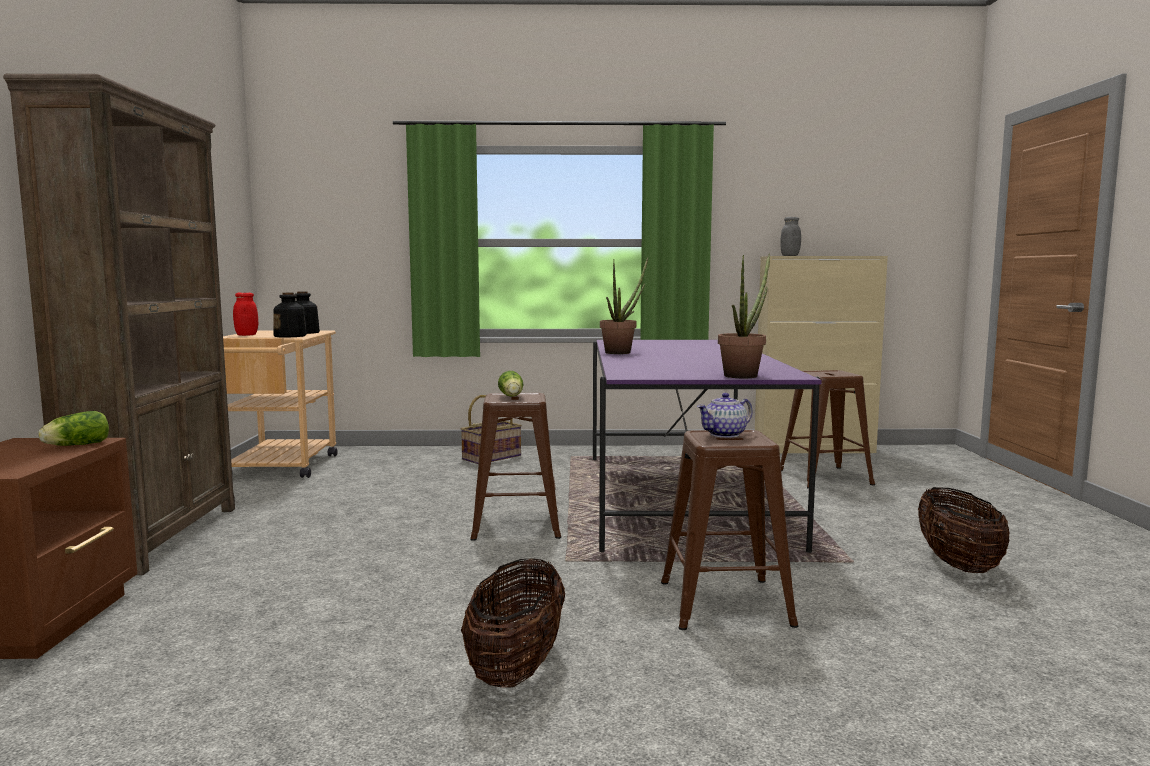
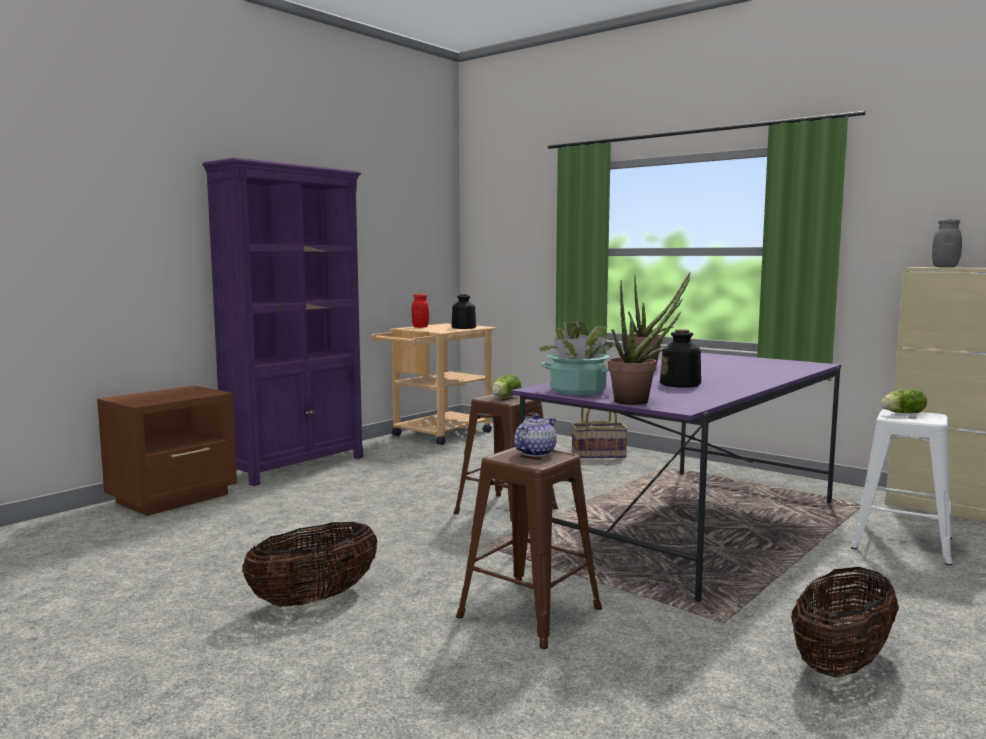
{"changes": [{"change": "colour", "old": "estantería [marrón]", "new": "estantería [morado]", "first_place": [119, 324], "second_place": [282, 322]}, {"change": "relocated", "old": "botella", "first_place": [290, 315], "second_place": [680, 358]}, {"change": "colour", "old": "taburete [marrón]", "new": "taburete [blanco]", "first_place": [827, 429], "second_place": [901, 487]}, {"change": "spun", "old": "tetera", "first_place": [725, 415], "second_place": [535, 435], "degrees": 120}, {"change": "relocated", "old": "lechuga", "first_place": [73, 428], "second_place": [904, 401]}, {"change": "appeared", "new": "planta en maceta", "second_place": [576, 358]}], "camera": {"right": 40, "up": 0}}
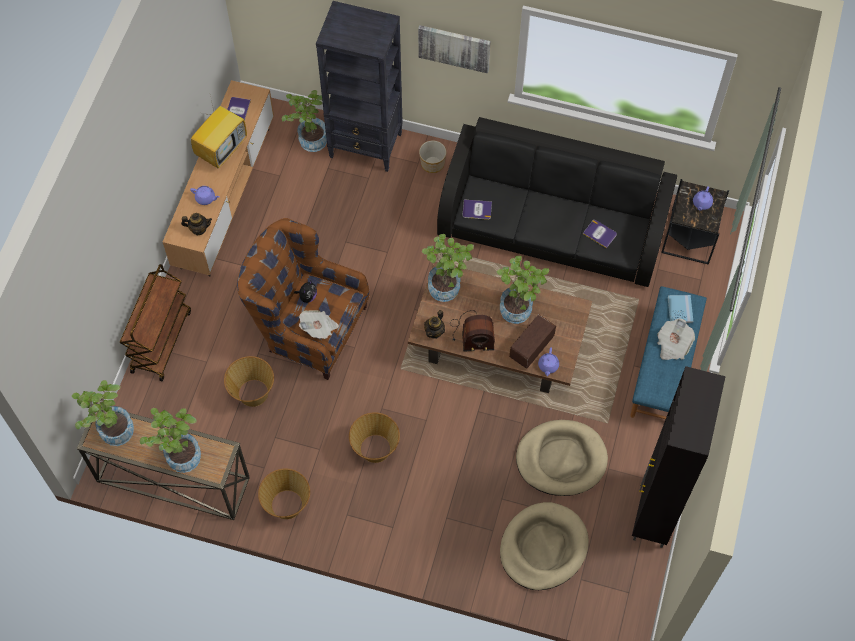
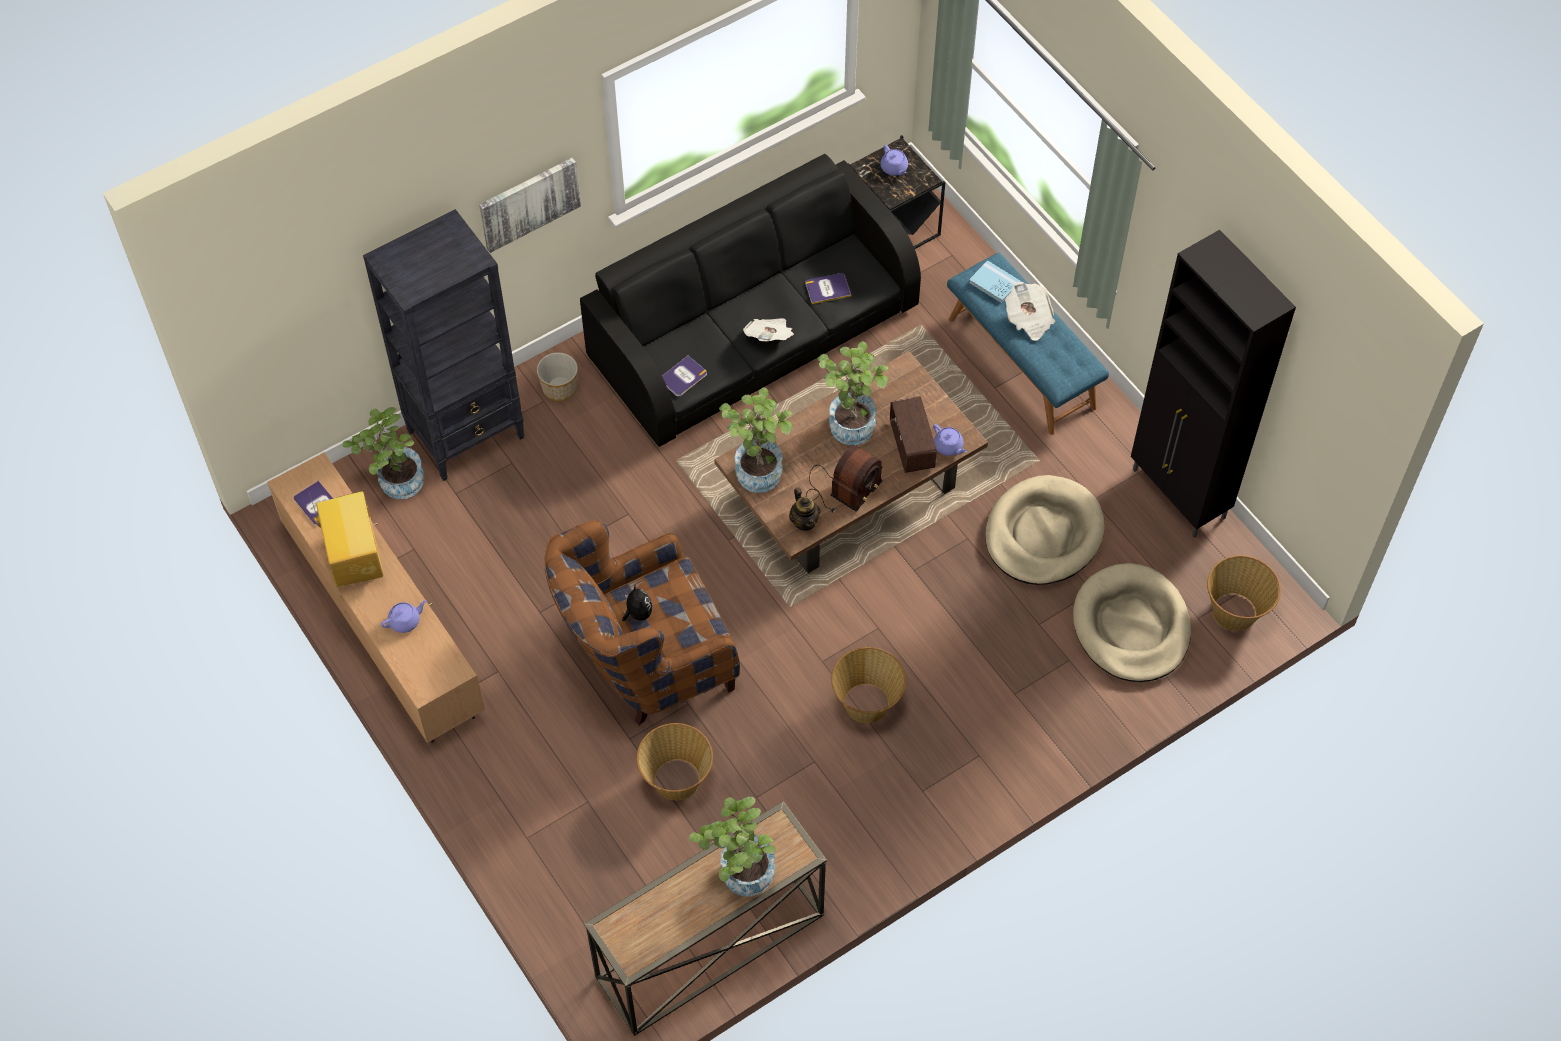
{"changes": [{"change": "missing", "old": "tetera", "first_place": [196, 224]}, {"change": "missing", "old": "carrito [marrón]", "first_place": [155, 322]}, {"change": "relocated", "old": "periódico", "first_place": [319, 324], "second_place": [768, 329]}, {"change": "missing", "old": "planta en maceta", "first_place": [103, 413]}, {"change": "relocated", "old": "cesta", "first_place": [284, 494], "second_place": [1244, 593]}], "camera": {"right": -50, "up": -5}}
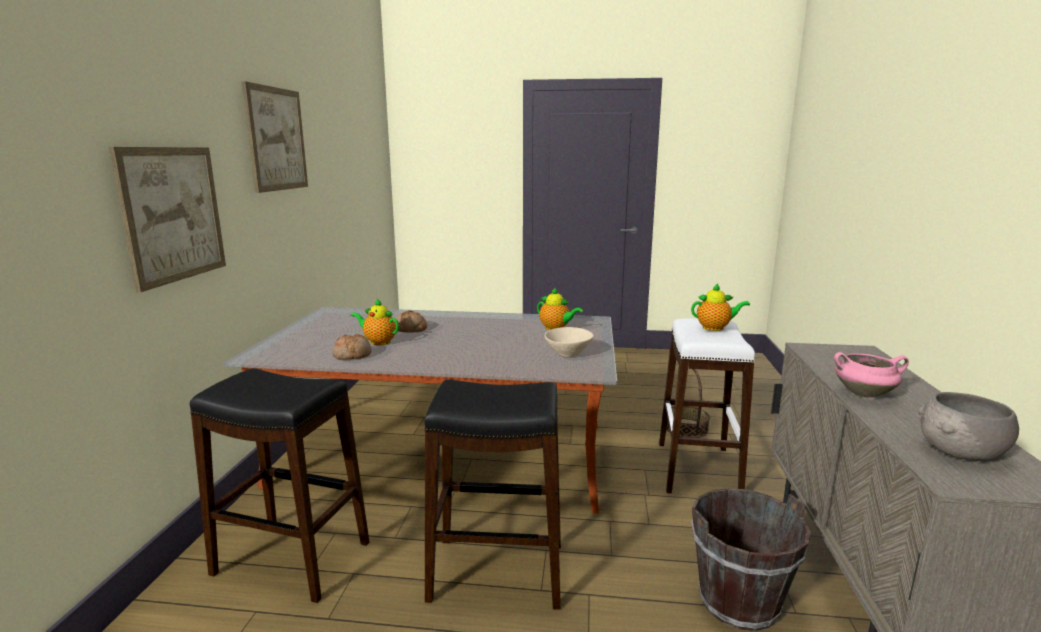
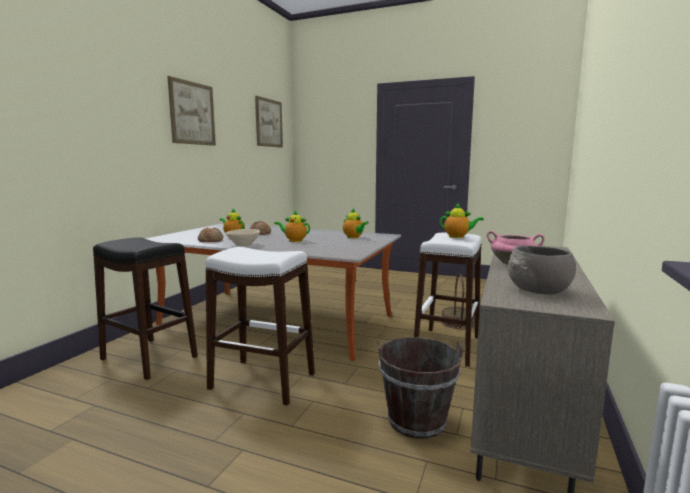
{"changes": [{"change": "relocated", "old": "cuadro", "first_place": [167, 219], "second_place": [269, 122]}, {"change": "relocated", "old": "cuenco [beis]", "first_place": [569, 342], "second_place": [243, 237]}, {"change": "colour", "old": "taburete [negro]", "new": "taburete [blanco]", "first_place": [493, 494], "second_place": [260, 326]}, {"change": "appeared", "new": "tetera", "second_place": [292, 226]}], "camera": {"right": 15, "up": -5}}
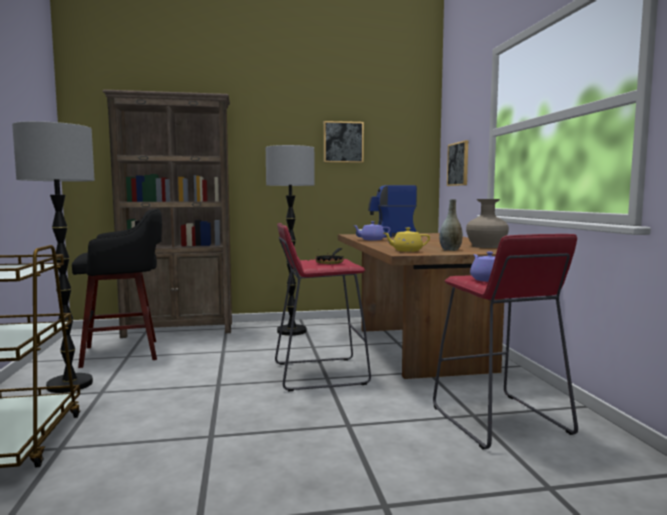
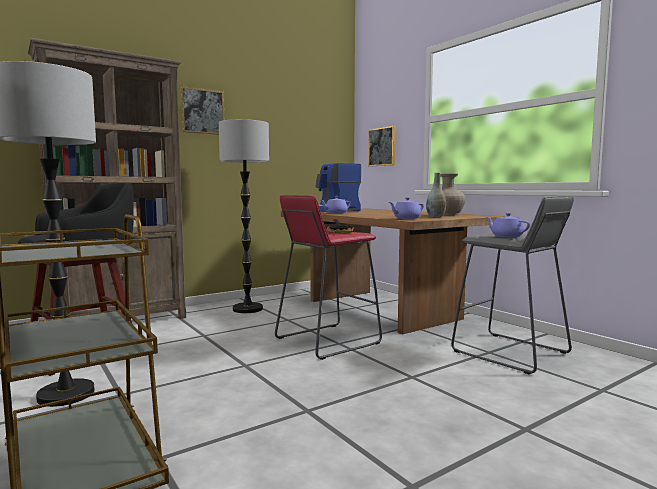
{"changes": [{"change": "relocated", "old": "cuadro", "first_place": [344, 142], "second_place": [202, 110]}, {"change": "colour", "old": "tetera [amarillo]", "new": "tetera [morado]", "first_place": [407, 239], "second_place": [406, 208]}, {"change": "colour", "old": "taburete [rojo]", "new": "taburete [gris]", "first_place": [505, 342], "second_place": [512, 285]}], "camera": {"right": -25, "up": 0}}
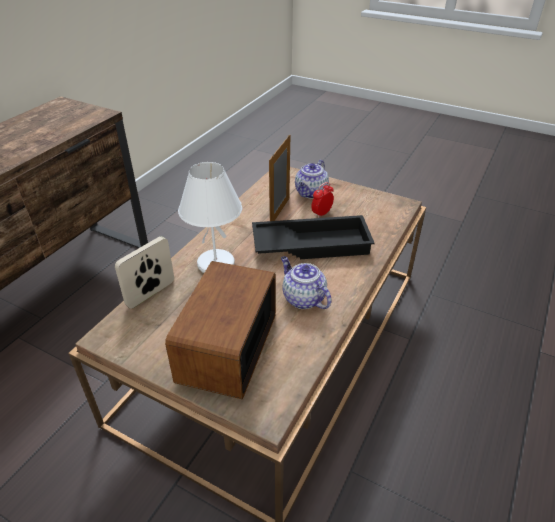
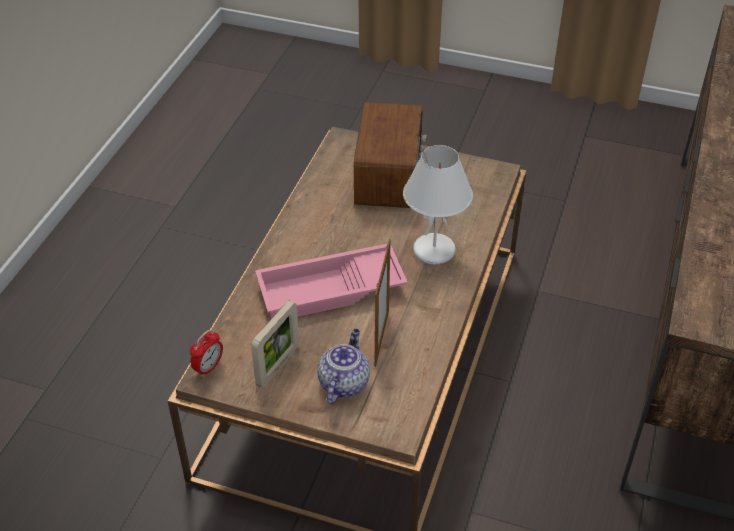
{"changes": [{"change": "relocated", "old": "despertador", "first_place": [322, 200], "second_place": [206, 354]}, {"change": "colour", "old": "bandeja [negro]", "new": "bandeja [rosa]", "first_place": [313, 237], "second_place": [331, 281]}, {"change": "relocated", "old": "portarretratos", "first_place": [144, 272], "second_place": [275, 344]}, {"change": "missing", "old": "tetera", "first_place": [306, 282]}], "camera": {"right": 170, "up": 5}}
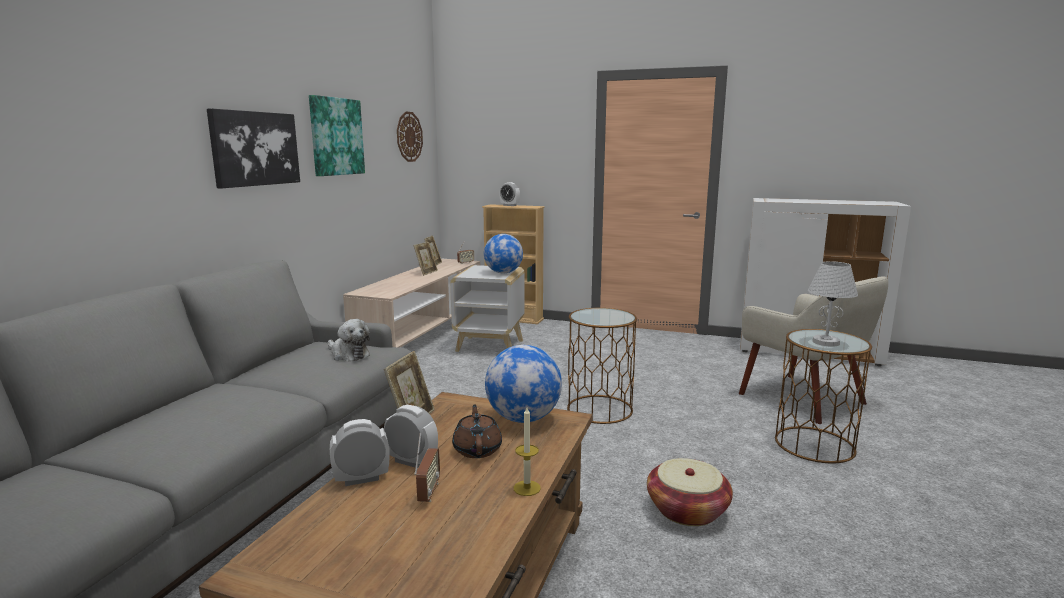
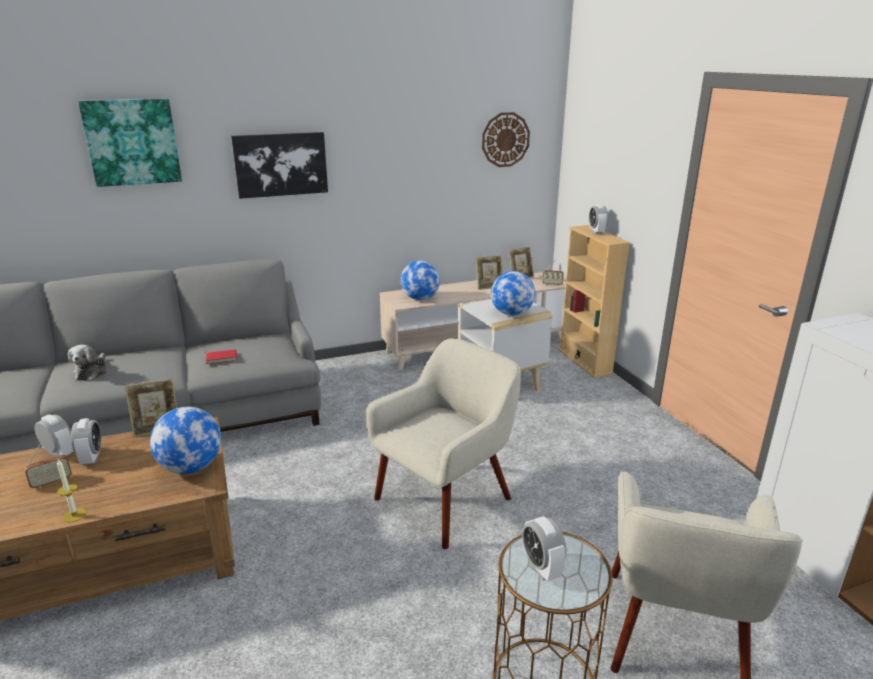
{"changes": [{"change": "relocated", "old": "cuadro", "first_place": [337, 135], "second_place": [130, 143]}, {"change": "exchanged", "old": "lámpara de mesa [blanco]", "new": "despertador", "first_place": [833, 303], "second_place": [544, 548]}, {"change": "exchanged", "old": "mesa auxiliar [marrón]", "new": "sillón [beis]", "first_place": [602, 366], "second_place": [443, 443]}, {"change": "relocated", "old": "peluche", "first_place": [349, 340], "second_place": [87, 363]}, {"change": "missing", "old": "tetera [marrón]", "first_place": [477, 431]}, {"change": "missing", "old": "cesta", "first_place": [690, 492]}, {"change": "appeared", "new": "globo terráqueo", "second_place": [420, 280]}, {"change": "appeared", "new": "libro [rojo]", "second_place": [221, 356]}], "camera": {"right": 50, "up": 10}}
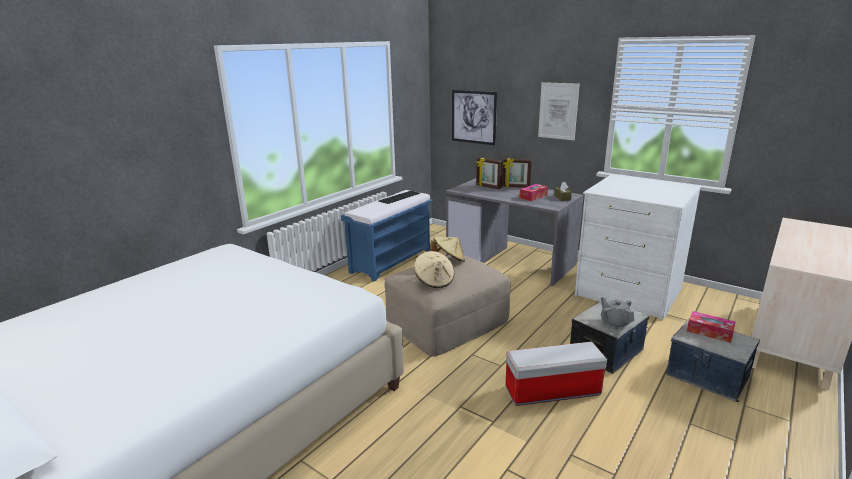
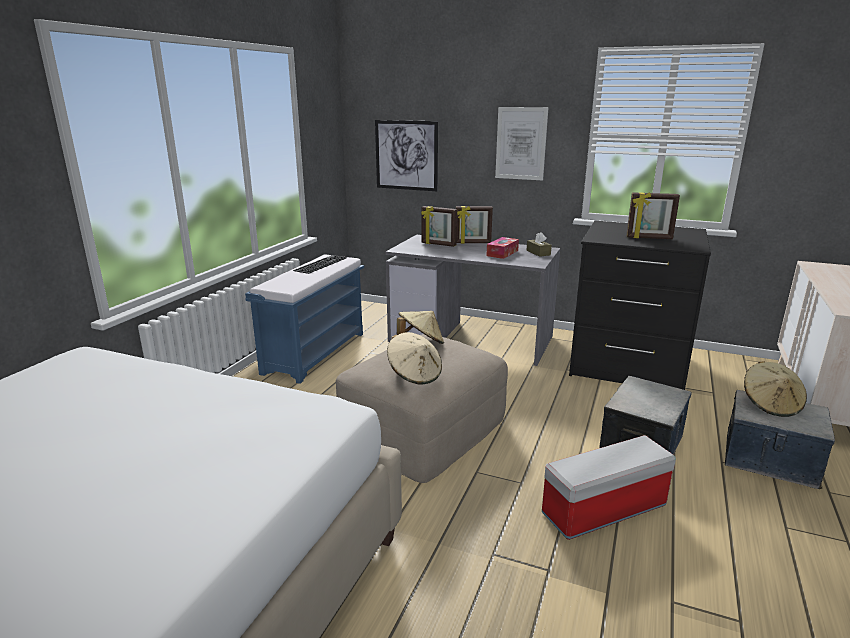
{"changes": [{"change": "colour", "old": "cómoda [blanco]", "new": "cómoda [negro]", "first_place": [638, 247], "second_place": [640, 305]}, {"change": "missing", "old": "tetera [gris]", "first_place": [617, 313]}, {"change": "exchanged", "old": "caja de pañuelos", "new": "sombrero [beis]", "first_place": [711, 327], "second_place": [775, 389]}, {"change": "appeared", "new": "portarretratos", "second_place": [653, 215]}], "camera": {"right": -15, "up": 0}}
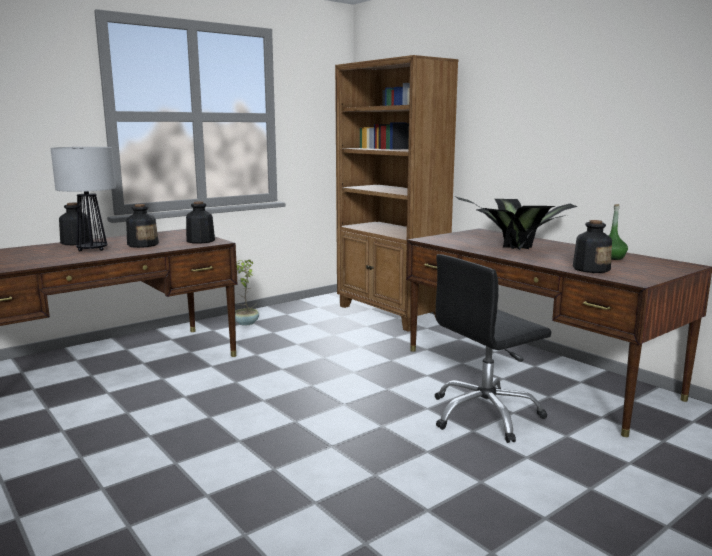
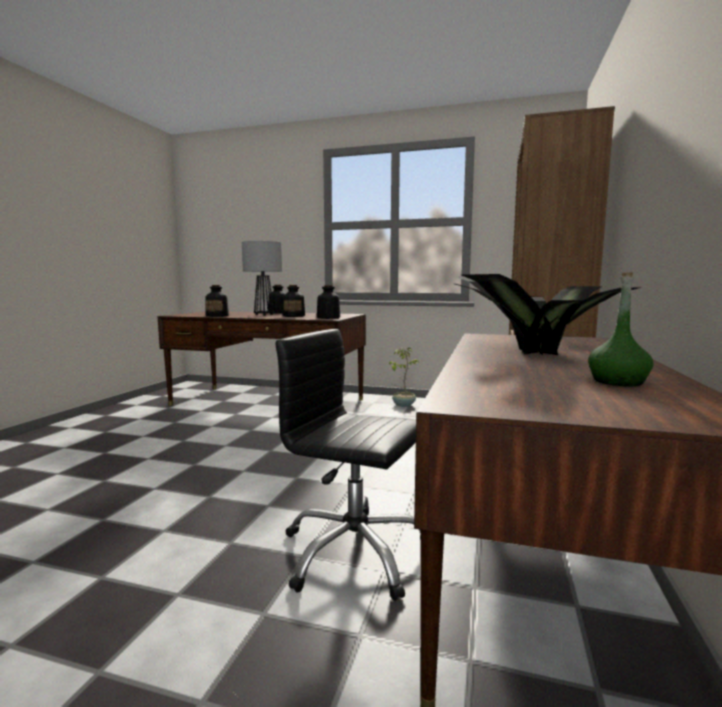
{"changes": [{"change": "relocated", "old": "botella", "first_place": [592, 246], "second_place": [217, 301]}], "camera": {"right": 55, "up": -5}}
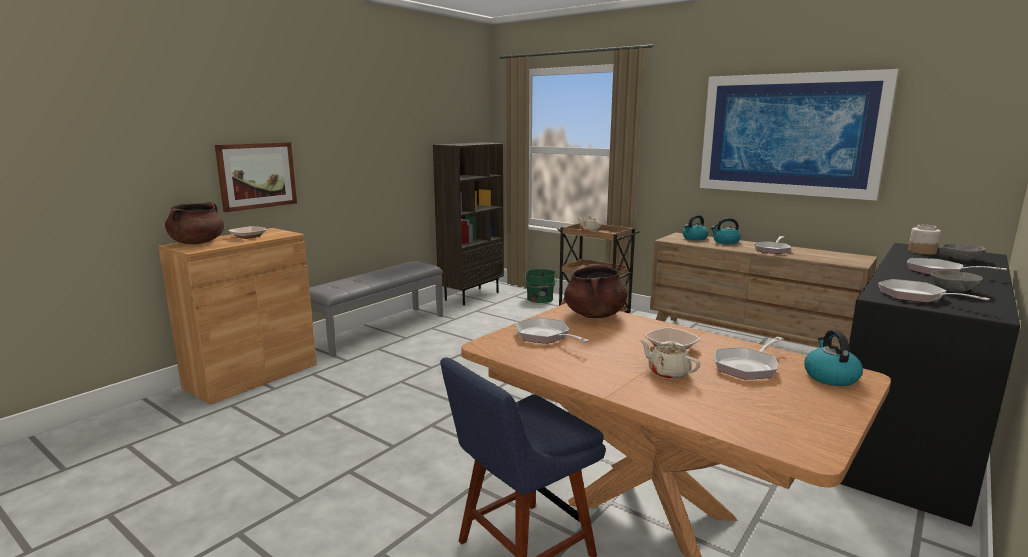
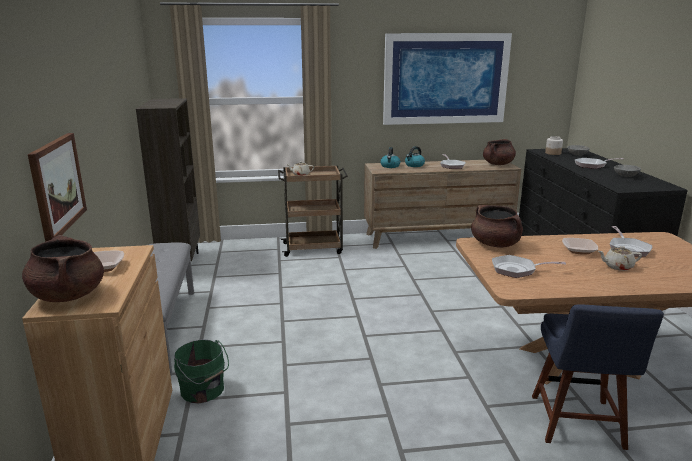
{"changes": [{"change": "relocated", "old": "cubo [verde]", "first_place": [541, 286], "second_place": [201, 371]}, {"change": "missing", "old": "sartén", "first_place": [934, 291]}, {"change": "missing", "old": "hervidor", "first_place": [833, 358]}, {"change": "appeared", "new": "olla [marrón]", "second_place": [499, 152]}], "camera": {"right": -45, "up": 5}}
